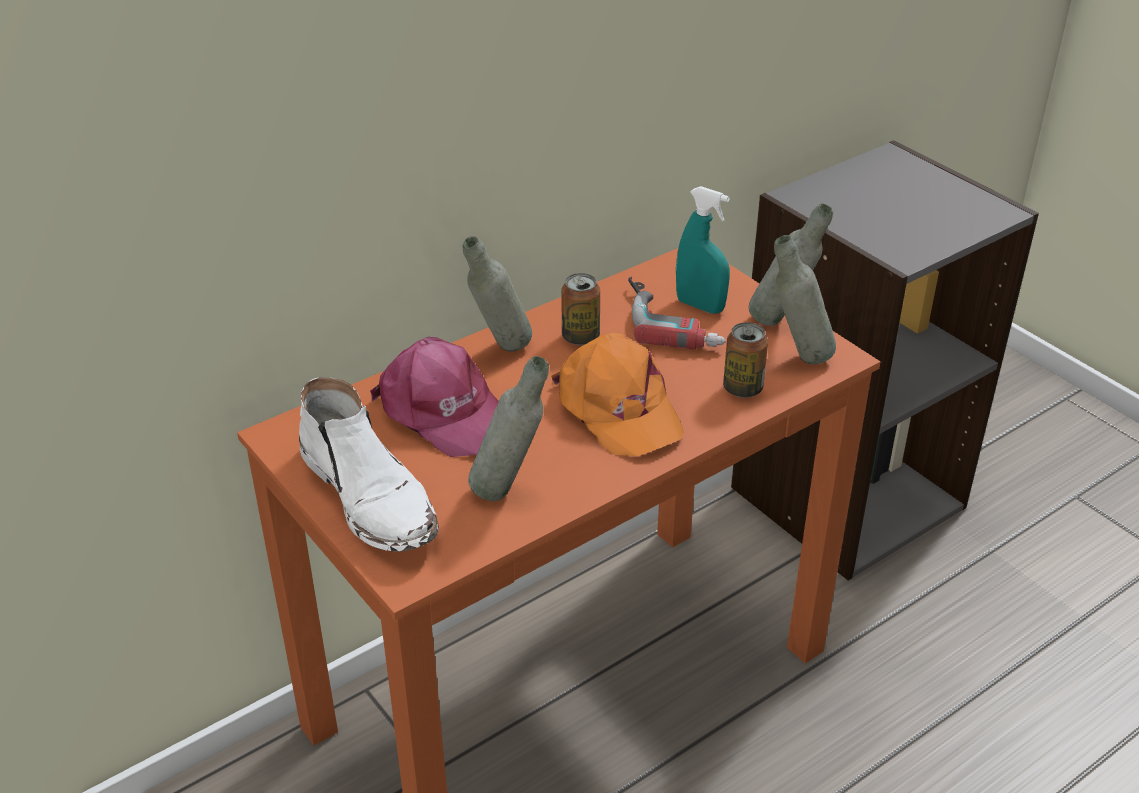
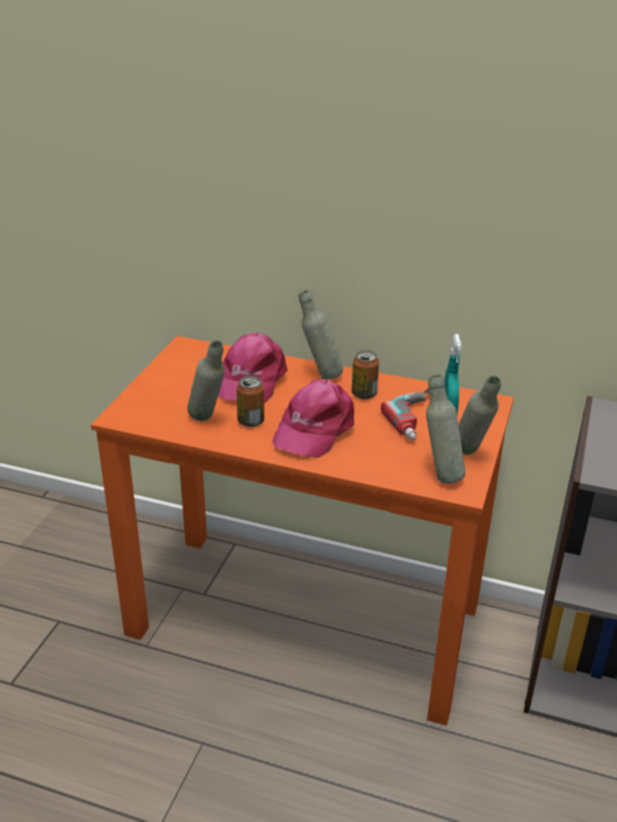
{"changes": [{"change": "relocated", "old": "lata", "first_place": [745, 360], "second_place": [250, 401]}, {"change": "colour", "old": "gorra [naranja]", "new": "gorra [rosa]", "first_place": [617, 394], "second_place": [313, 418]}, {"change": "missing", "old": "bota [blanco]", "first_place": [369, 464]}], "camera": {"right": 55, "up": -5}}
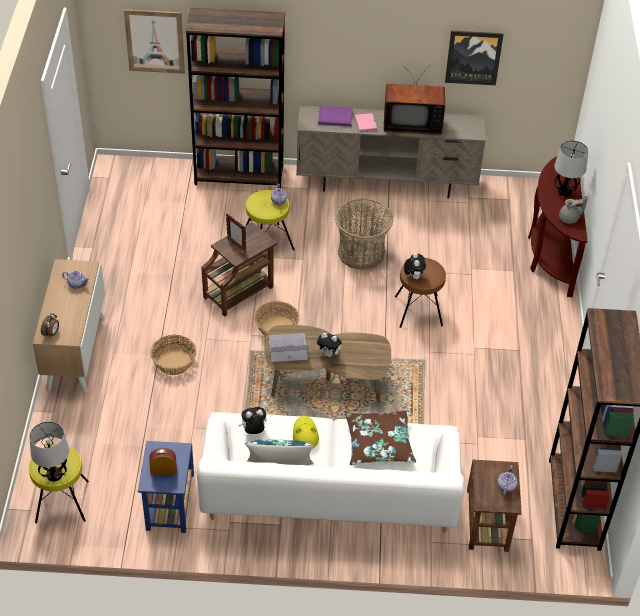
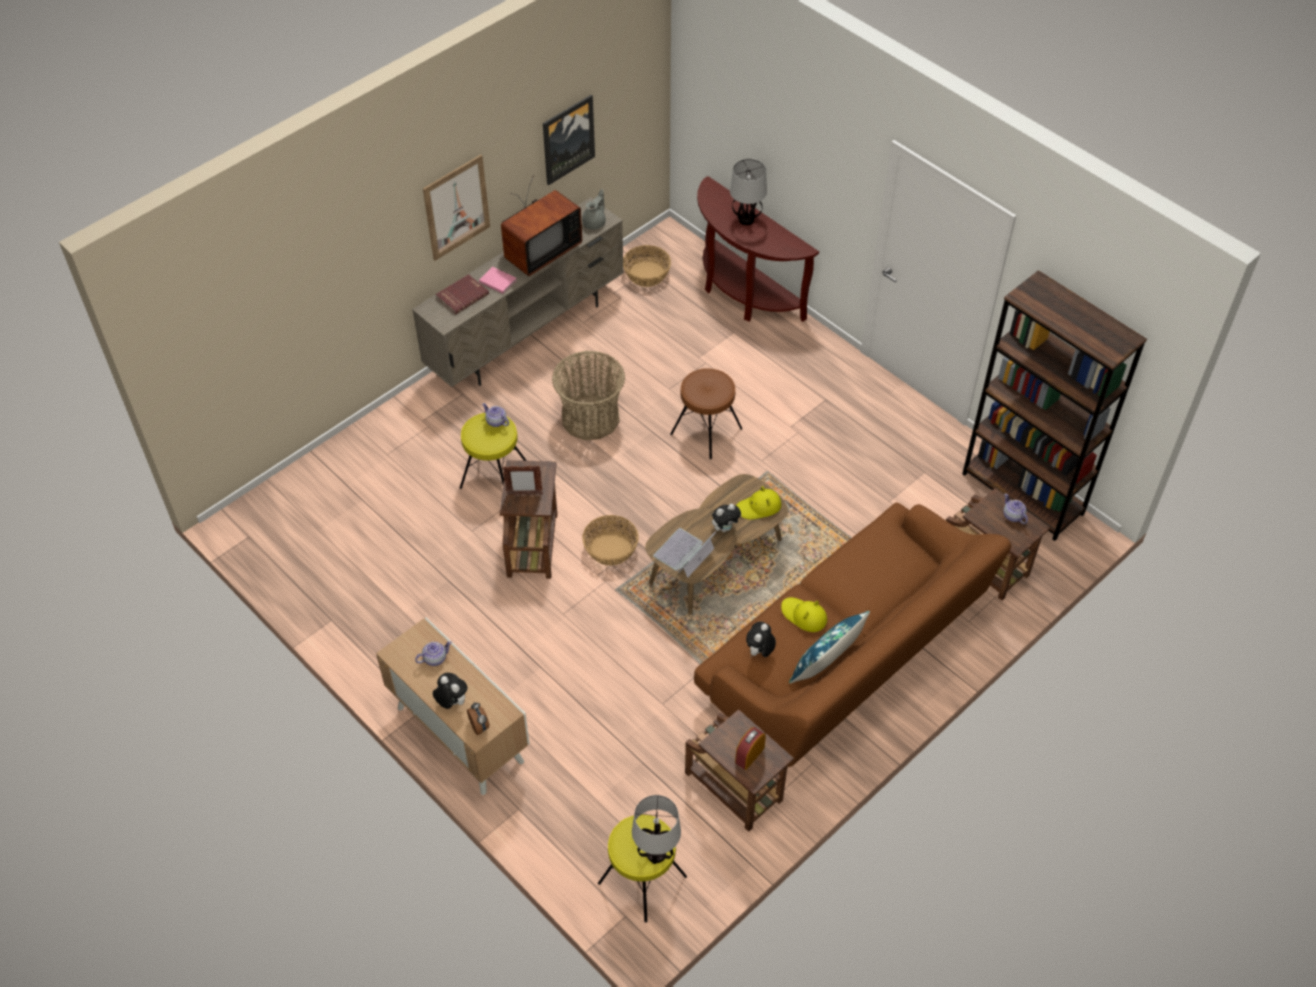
{"changes": [{"change": "missing", "old": "estantería [marrón]", "first_place": [235, 98]}, {"change": "relocated", "old": "cuadro", "first_place": [154, 41], "second_place": [456, 208]}, {"change": "colour", "old": "libro [morado]", "new": "libro [rojo]", "first_place": [335, 116], "second_place": [462, 294]}, {"change": "relocated", "old": "tetera [gris]", "first_place": [573, 210], "second_place": [594, 209]}, {"change": "relocated", "old": "peluche", "first_place": [415, 266], "second_place": [450, 691]}, {"change": "relocated", "old": "cesta", "first_place": [173, 355], "second_place": [647, 266]}, {"change": "missing", "old": "cojín [marrón]", "first_place": [380, 438]}, {"change": "colour", "old": "sofá [blanco]", "new": "sofá [marrón]", "first_place": [331, 472], "second_place": [853, 635]}, {"change": "colour", "old": "mesa auxiliar [azul]", "new": "mesa auxiliar [marrón]", "first_place": [166, 487], "second_place": [739, 770]}, {"change": "appeared", "new": "sombrero [amarillo]", "second_place": [758, 502]}], "camera": {"right": -45, "up": 5}}
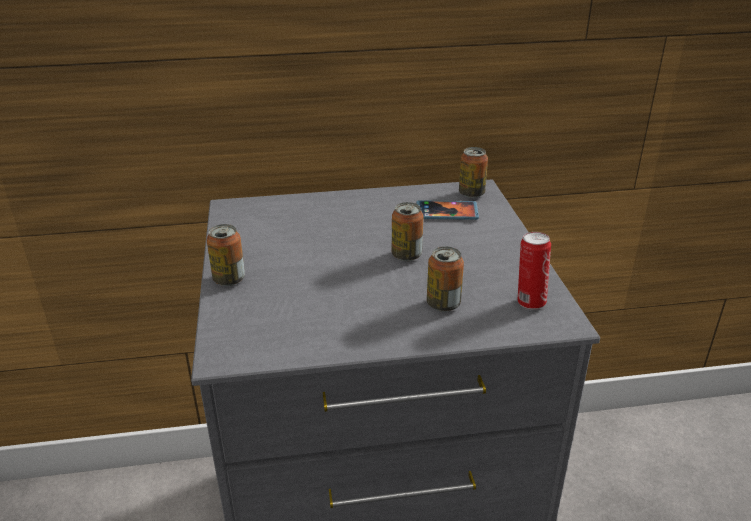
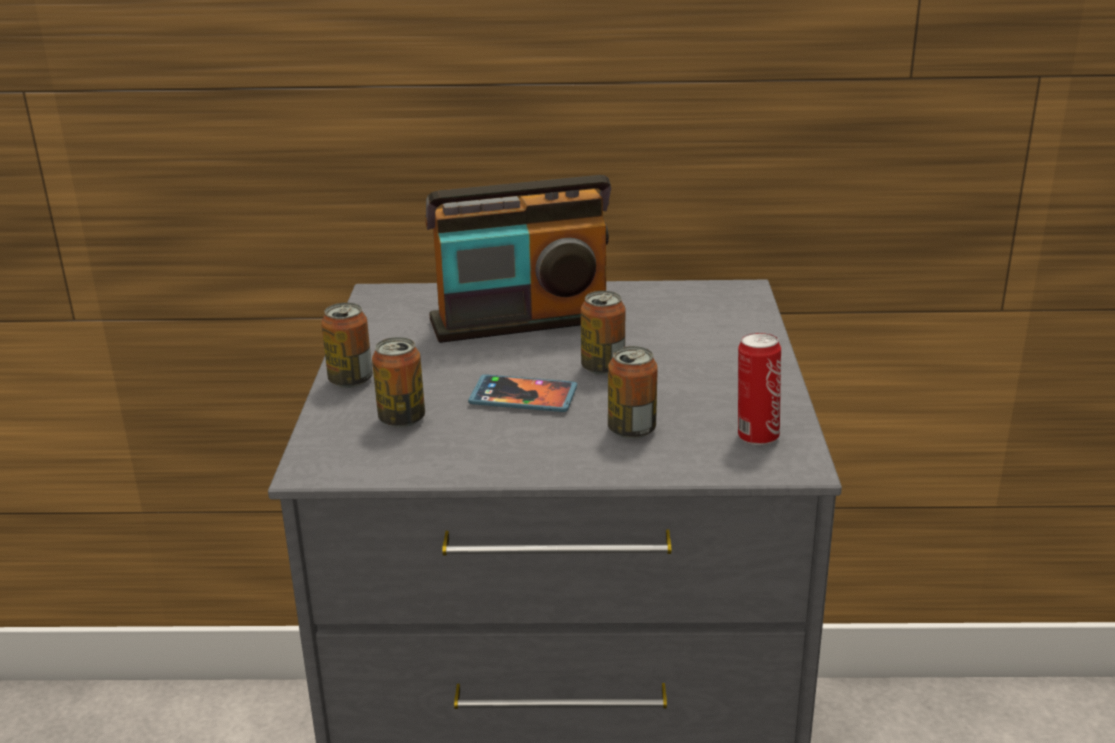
{"changes": [{"change": "relocated", "old": "lata", "first_place": [473, 172], "second_place": [398, 382]}, {"change": "relocated", "old": "móvil", "first_place": [448, 210], "second_place": [522, 393]}, {"change": "appeared", "new": "radio", "second_place": [518, 259]}], "camera": {"right": 10, "up": -5}}
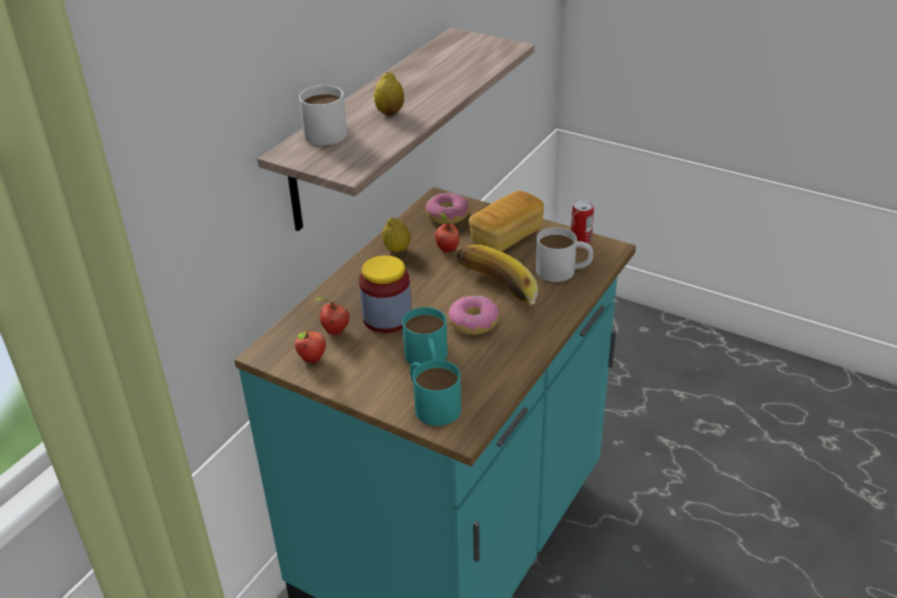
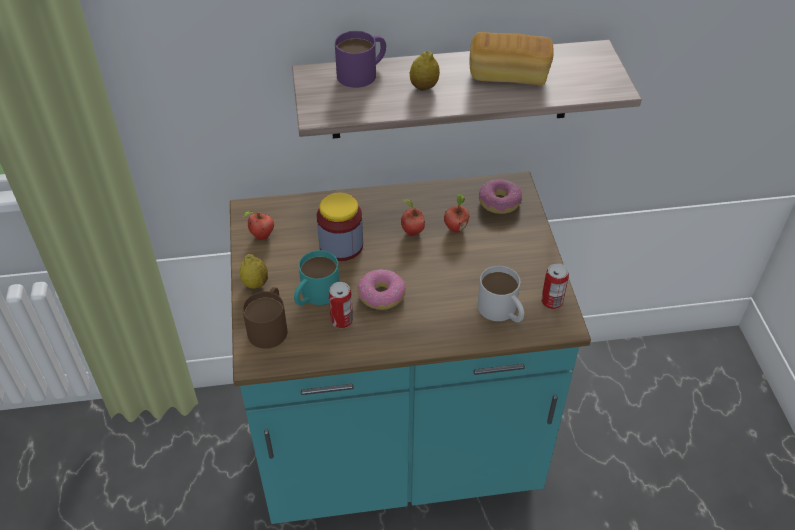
{"changes": [{"change": "colour", "old": "taza grande [blanco]", "new": "taza grande [morado]", "first_place": [323, 115], "second_place": [360, 59]}, {"change": "relocated", "old": "pan", "first_place": [506, 221], "second_place": [511, 58]}, {"change": "relocated", "old": "limón", "first_place": [396, 234], "second_place": [254, 271]}, {"change": "missing", "old": "plátano", "first_place": [497, 275]}, {"change": "relocated", "old": "manzana", "first_place": [331, 316], "second_place": [413, 217]}, {"change": "colour", "old": "taza grande [turquesa]", "new": "taza grande [marrón]", "first_place": [435, 393], "second_place": [265, 318]}, {"change": "appeared", "new": "lata", "second_place": [341, 305]}], "camera": {"right": 50, "up": 10}}
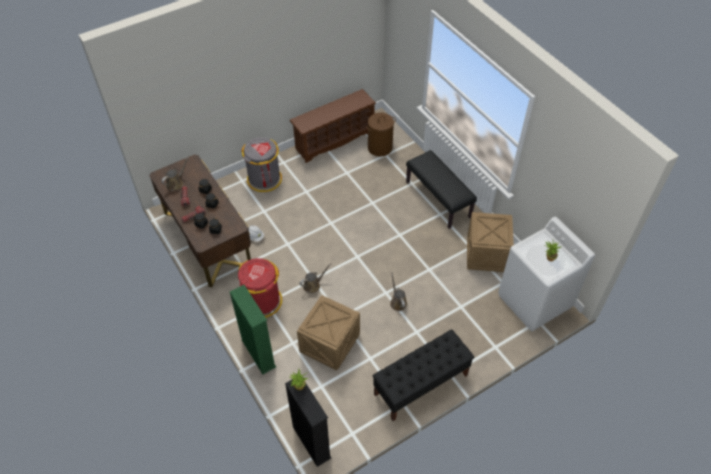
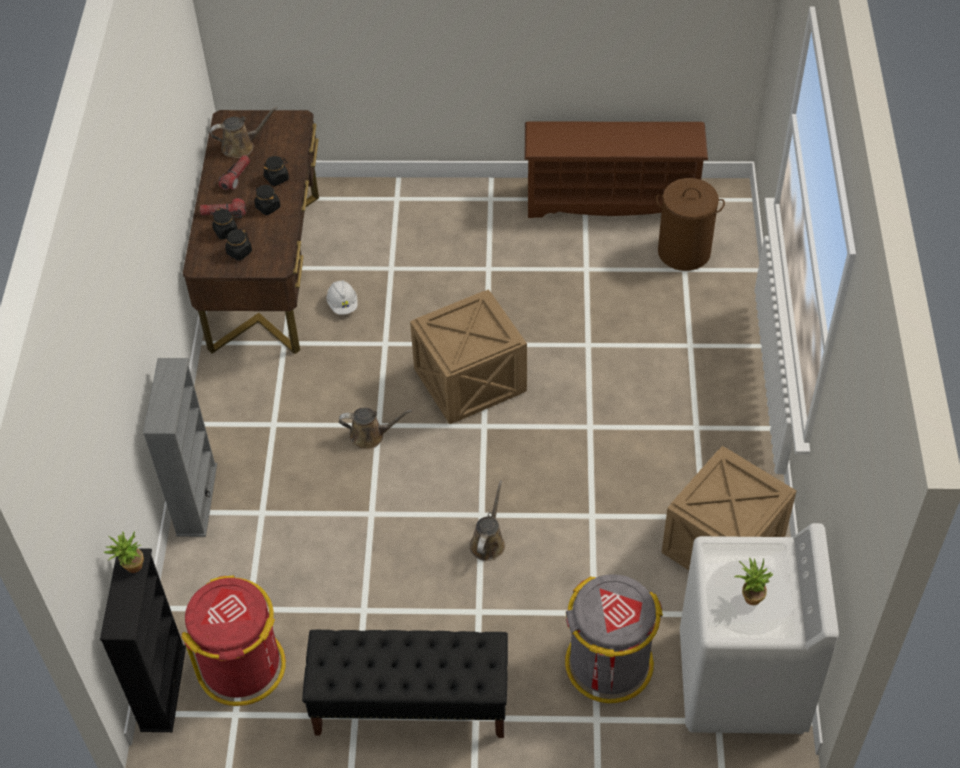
{"changes": [{"change": "relocated", "old": "papelera [gris]", "first_place": [261, 164], "second_place": [614, 638]}, {"change": "missing", "old": "banco [negro]", "first_place": [441, 189]}, {"change": "relocated", "old": "papelera [rojo]", "first_place": [260, 287], "second_place": [233, 640]}, {"change": "colour", "old": "estantería [verde]", "new": "estantería [gris]", "first_place": [253, 329], "second_place": [180, 447]}, {"change": "relocated", "old": "caja de embalaje", "first_place": [328, 333], "second_place": [468, 356]}], "camera": {"right": 35, "up": 0}}
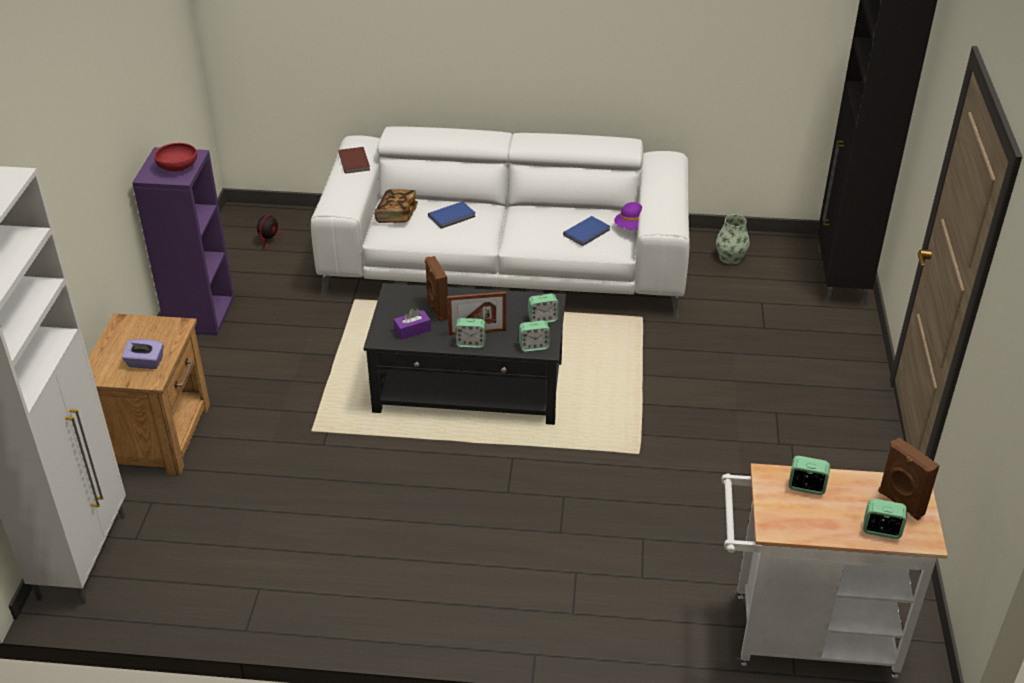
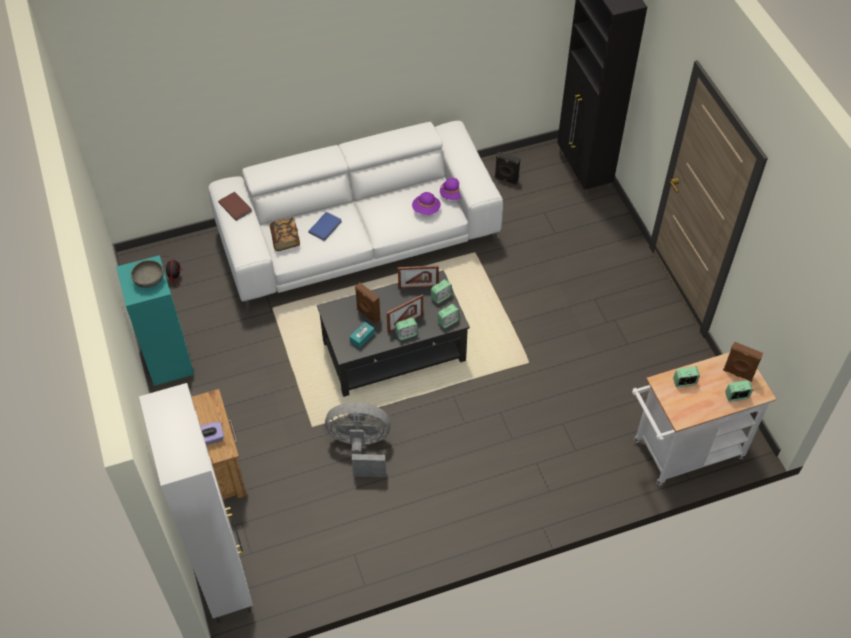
{"changes": [{"change": "colour", "old": "cuenco [rojo]", "new": "cuenco [gris]", "first_place": [175, 157], "second_place": [147, 274]}, {"change": "colour", "old": "estantería [morado]", "new": "estantería [turquesa]", "first_place": [183, 241], "second_place": [155, 320]}, {"change": "exchanged", "old": "florero", "new": "altavoz [negro]", "first_place": [733, 239], "second_place": [507, 168]}, {"change": "exchanged", "old": "libro [azul]", "new": "sombrero [morado]", "first_place": [586, 231], "second_place": [426, 203]}, {"change": "colour", "old": "caja de pañuelos [morado]", "new": "caja de pañuelos [turquesa]", "first_place": [412, 324], "second_place": [362, 335]}, {"change": "appeared", "new": "portarretratos", "second_place": [418, 277]}, {"change": "appeared", "new": "ventilador [gris]", "second_place": [358, 440]}], "camera": {"right": -25, "up": 15}}
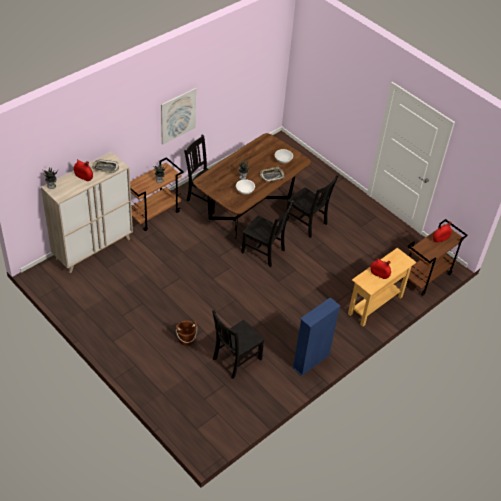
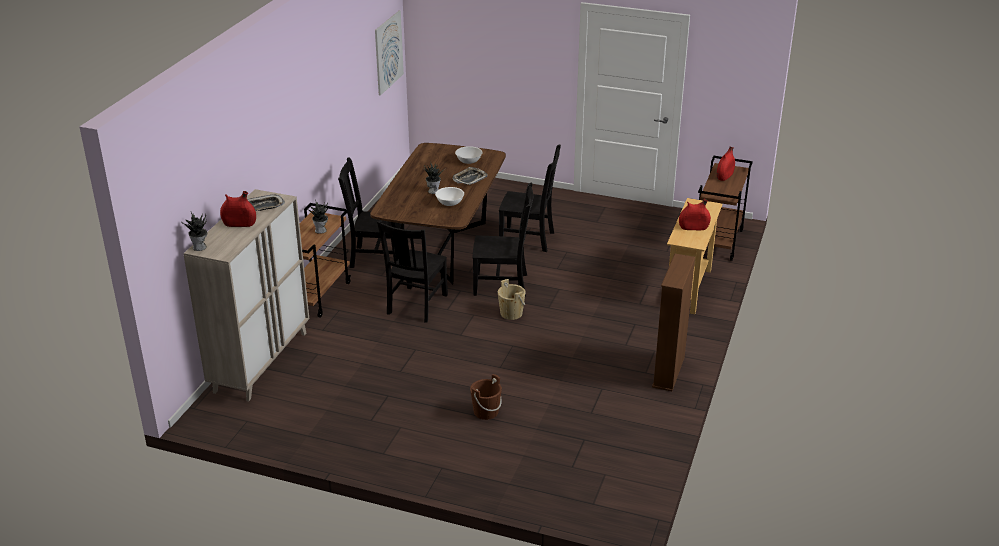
{"changes": [{"change": "relocated", "old": "cuadro", "first_place": [178, 116], "second_place": [389, 53]}, {"change": "colour", "old": "estantería [azul]", "new": "estantería [marrón]", "first_place": [316, 336], "second_place": [673, 322]}, {"change": "relocated", "old": "silla [negro]", "first_place": [238, 344], "second_place": [412, 272]}, {"change": "appeared", "new": "cubo [beis]", "second_place": [512, 299]}], "camera": {"right": -25, "up": -15}}
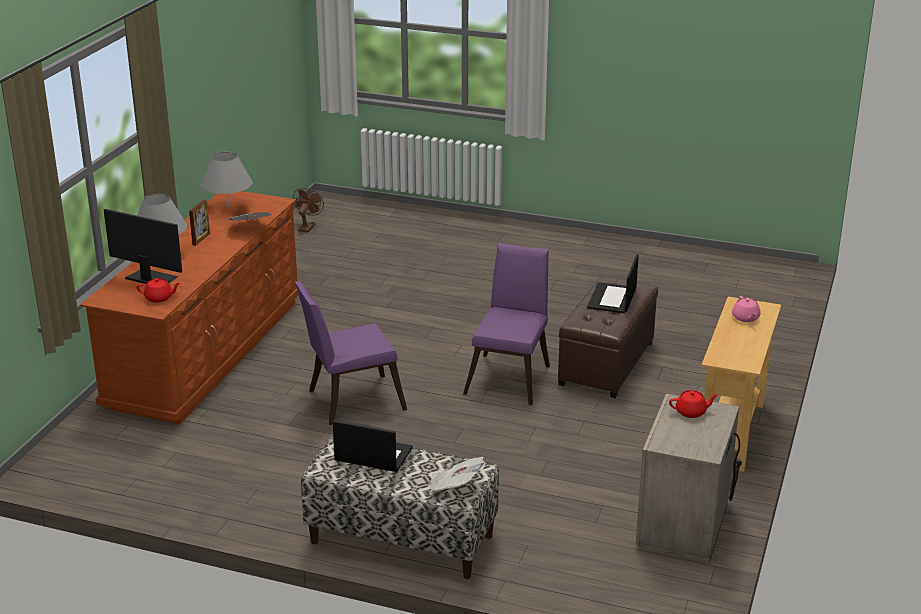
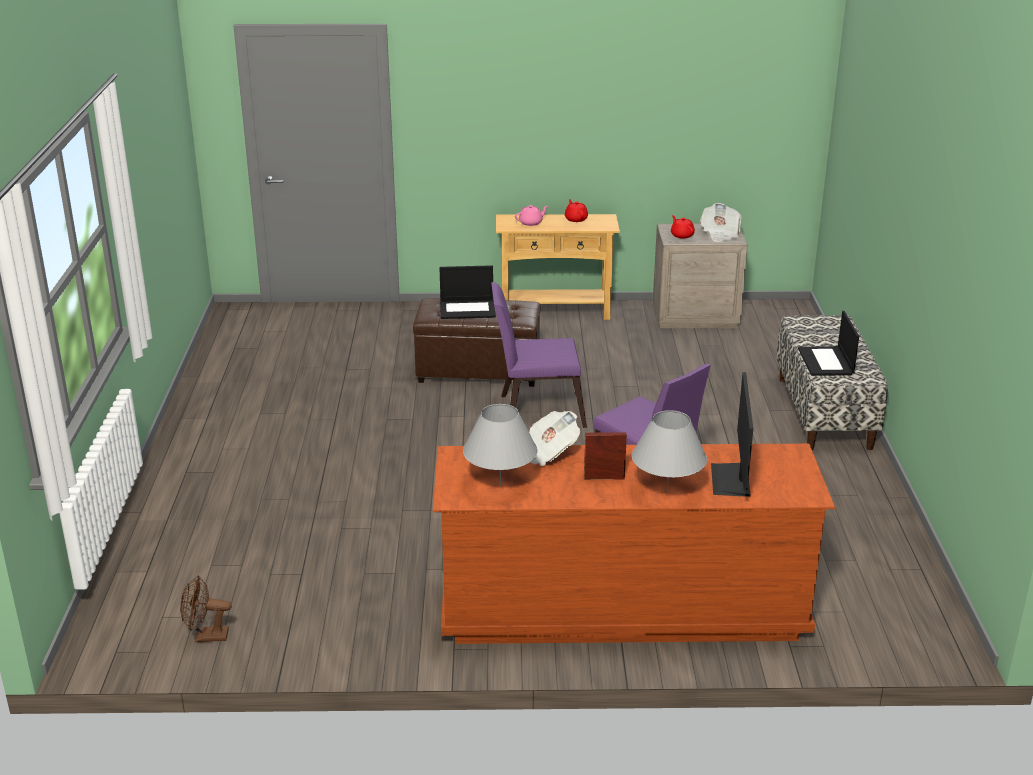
{"changes": [{"change": "relocated", "old": "tetera [rojo]", "first_place": [158, 290], "second_place": [576, 210]}, {"change": "relocated", "old": "periódico", "first_place": [457, 474], "second_place": [721, 222]}], "camera": {"right": -110, "up": 0}}
